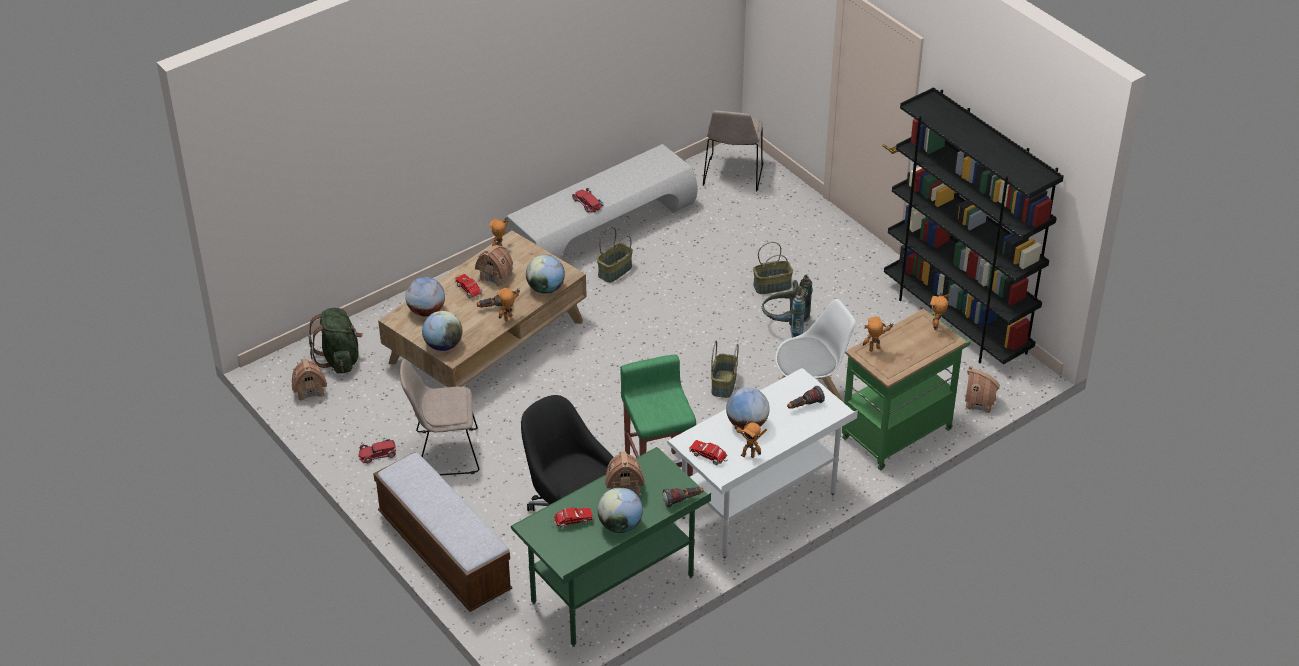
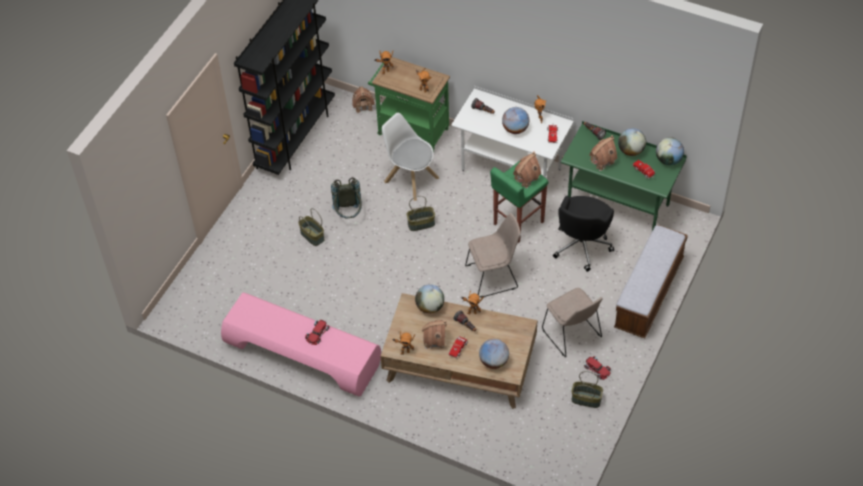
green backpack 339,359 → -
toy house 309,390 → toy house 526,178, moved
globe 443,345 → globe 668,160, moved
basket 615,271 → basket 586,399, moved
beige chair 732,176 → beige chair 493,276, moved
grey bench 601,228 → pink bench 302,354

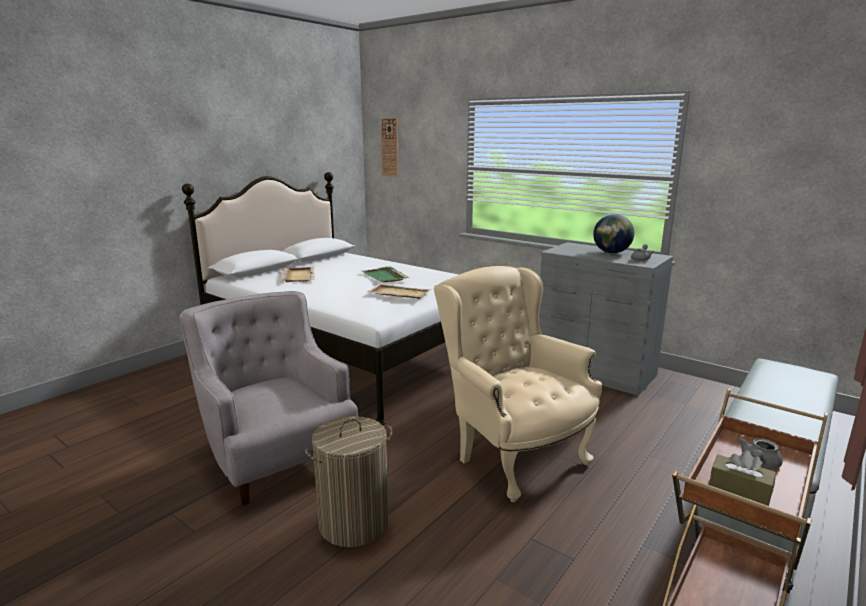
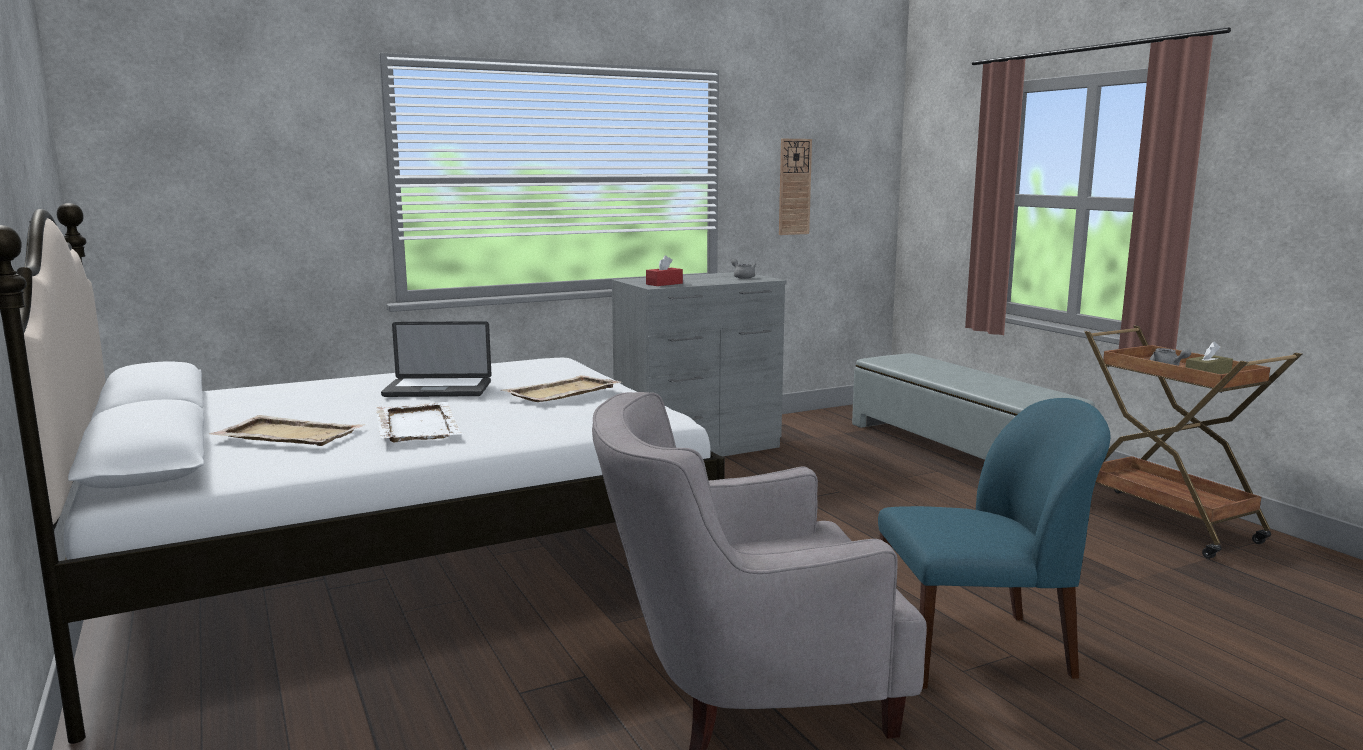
beige armchair 514,456 → -
globe 611,252 → -
- → white tray 417,425
- → red tissue box 664,284
wall clock 390,147 → wall clock 794,187, moved
laundry basket 353,523 → blue chair 977,650
green tray 385,276 → laptop 438,389

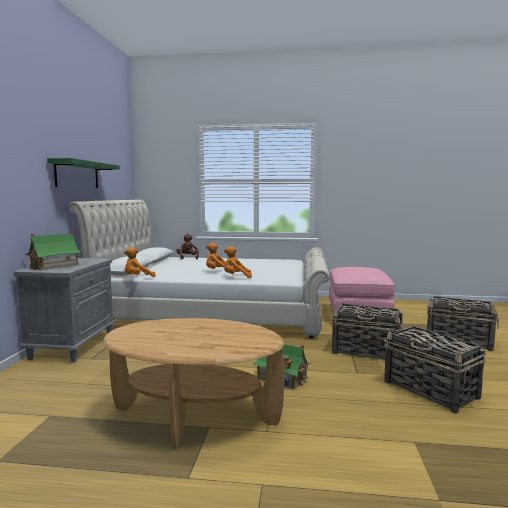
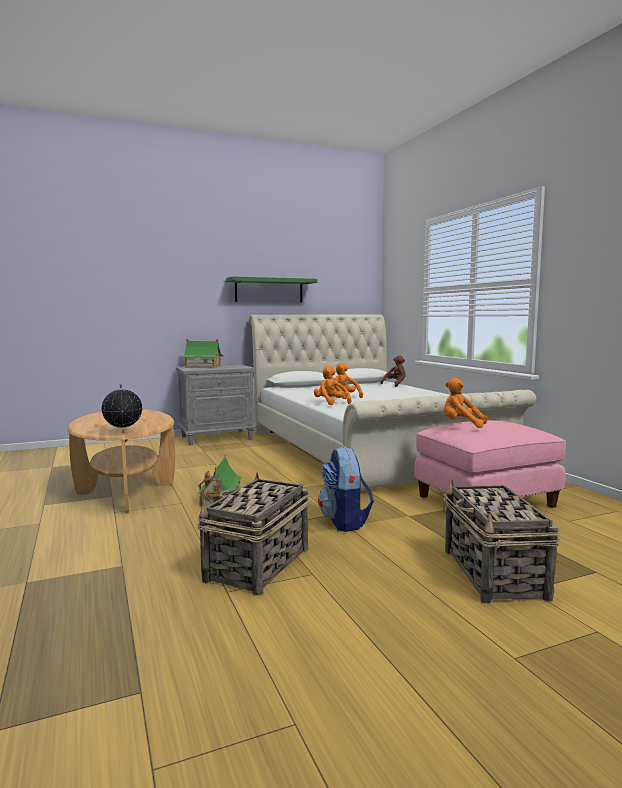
- → globe 123,432
orange plush toy 138,278 → orange plush toy 461,425, moved
basket 367,351 → backpack 345,522

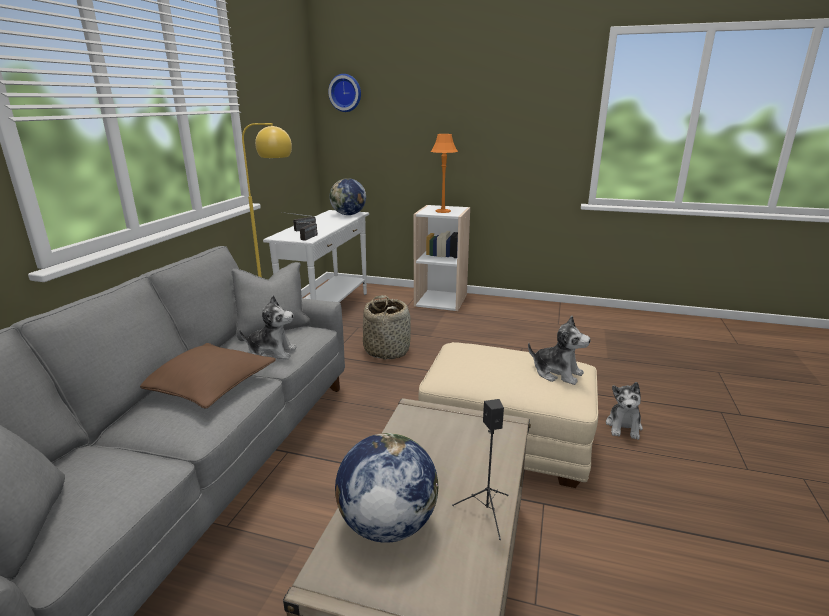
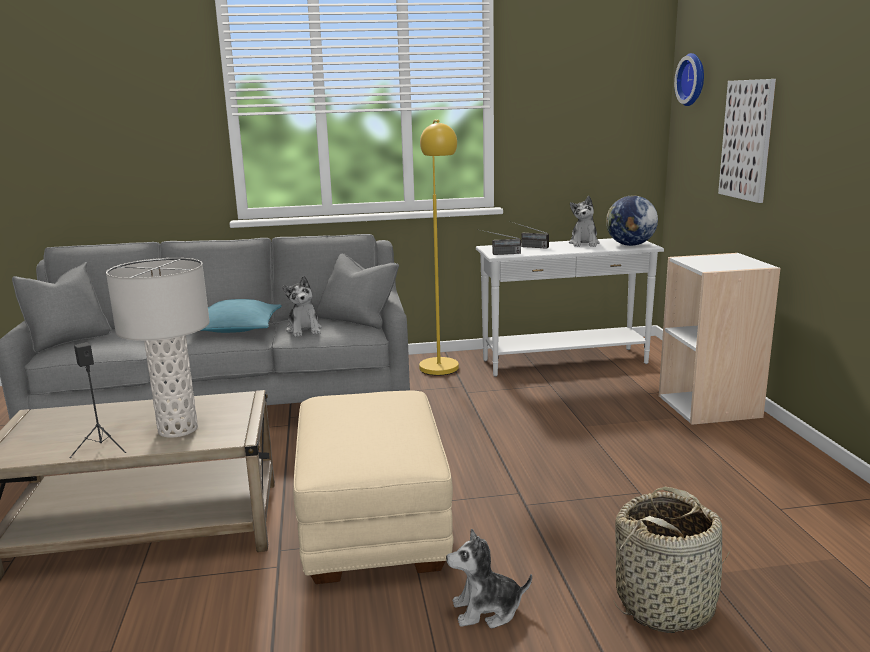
globe 387,524 → -
orange table lamp 443,211 → -
- → white table lamp 178,429
- → picture 747,140
basket 387,350 → basket 666,604, moved
plush toy 557,373 → plush toy 584,243, moved
brown pillow 209,385 → turquoise pillow 235,329

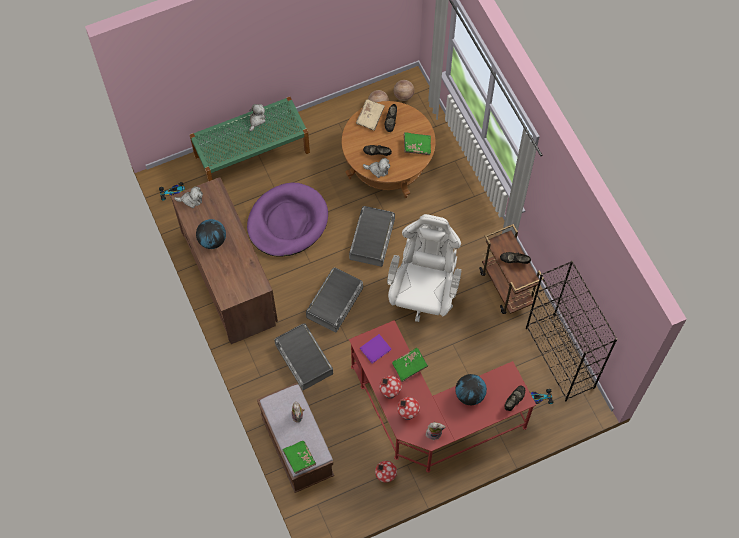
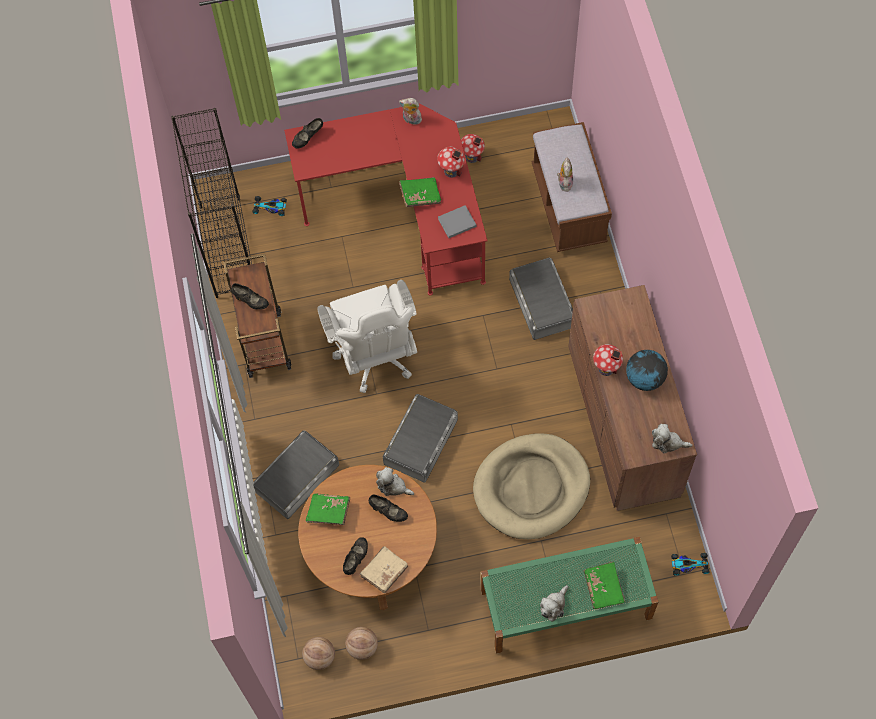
globe 470,395 → -
green book 299,458 → green book 603,587, moved
grey storage box 334,302 → grey storage box 296,477, moved
toy house 408,414 → toy house 606,368, moved
purple dog bed 287,222 → beige dog bed 531,488
purple book 376,348 → grey book 456,223
white office chair 423,296 → white office chair 373,351, 45 degrees counterclockwise

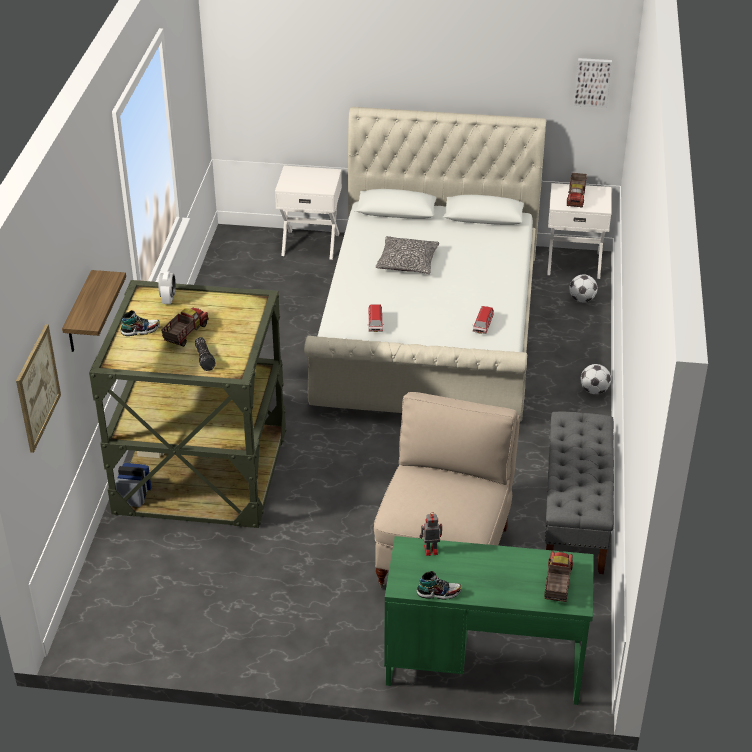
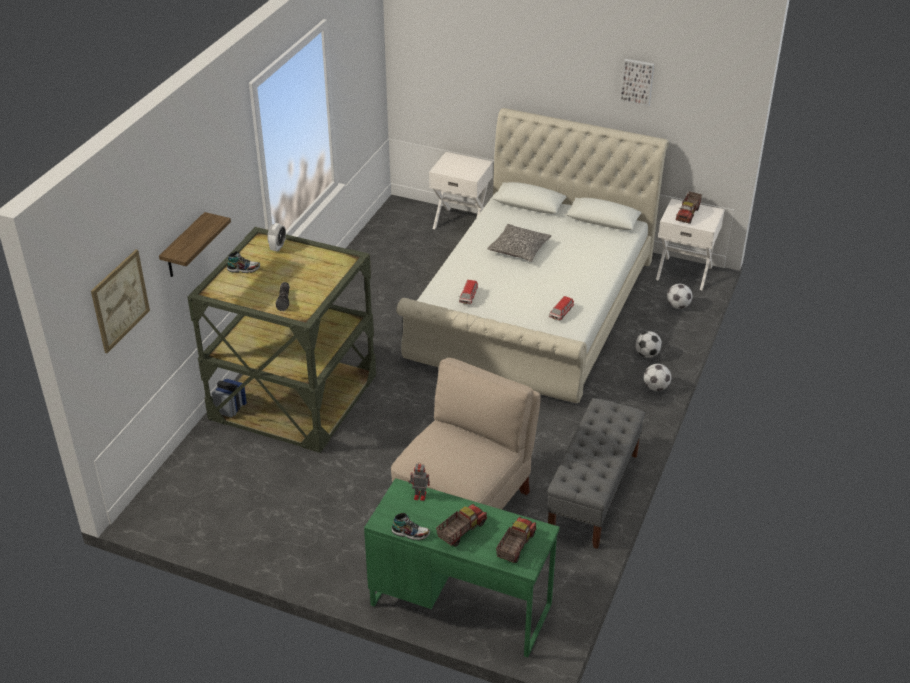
- → football 647,354
toy truck 185,334 → toy truck 461,531, moved
picture 592,81 → picture 637,81, moved

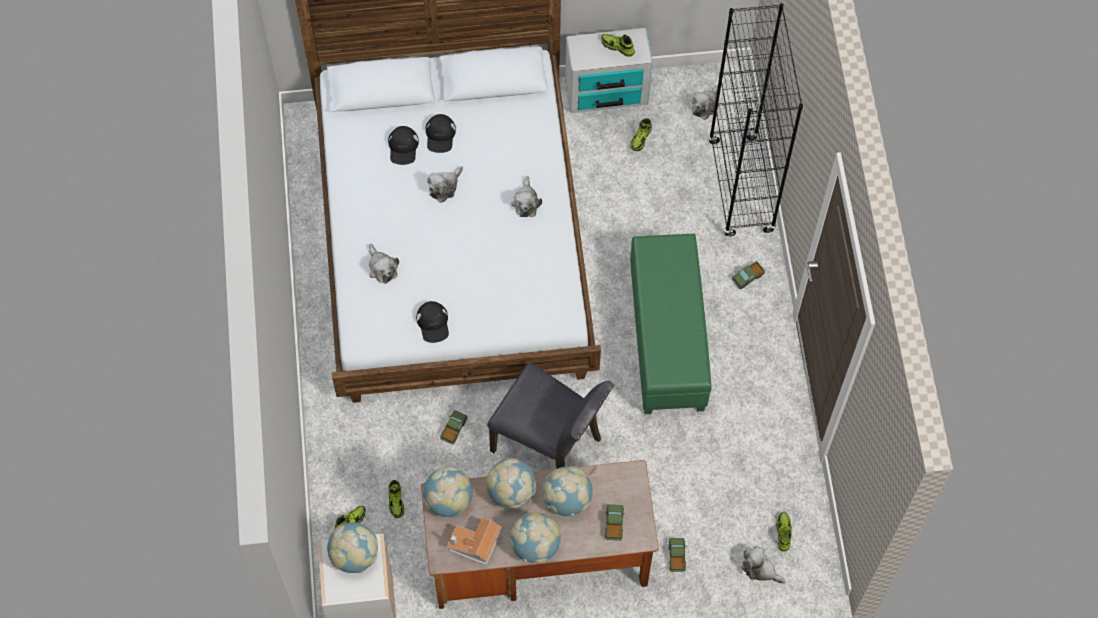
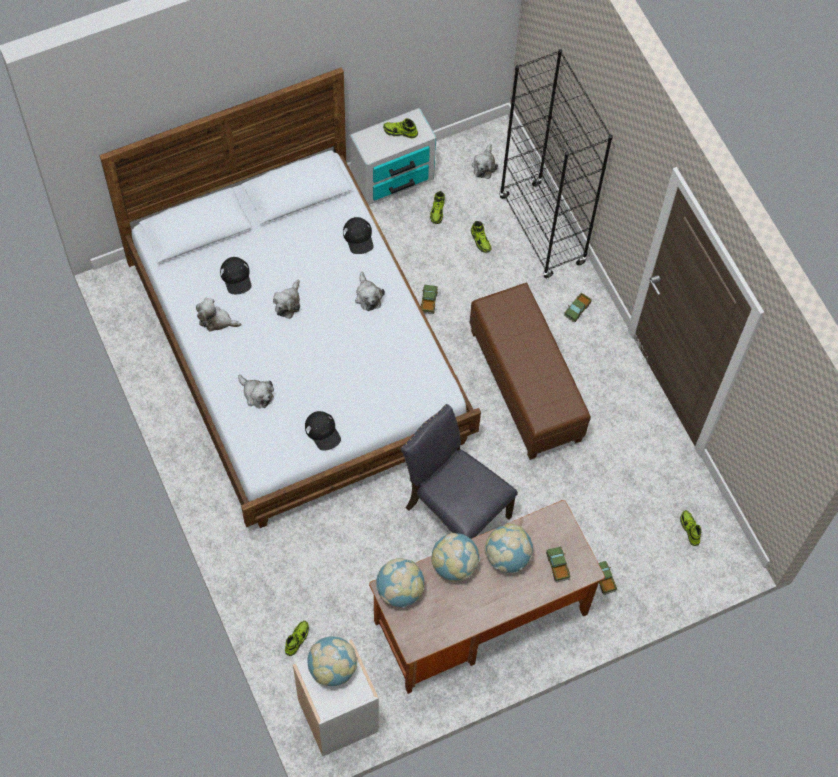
toy house 474,546 → -
globe 535,546 → -
shoe 396,501 → shoe 480,240, moved
black cap 440,135 → black cap 358,237, moved
toy truck 454,429 → toy truck 428,301, moved
plush toy 760,569 → plush toy 216,320, moved
green ottoman 666,338 → brown ottoman 524,385
grey chair 549,444 → grey chair 454,512, 150 degrees counterclockwise

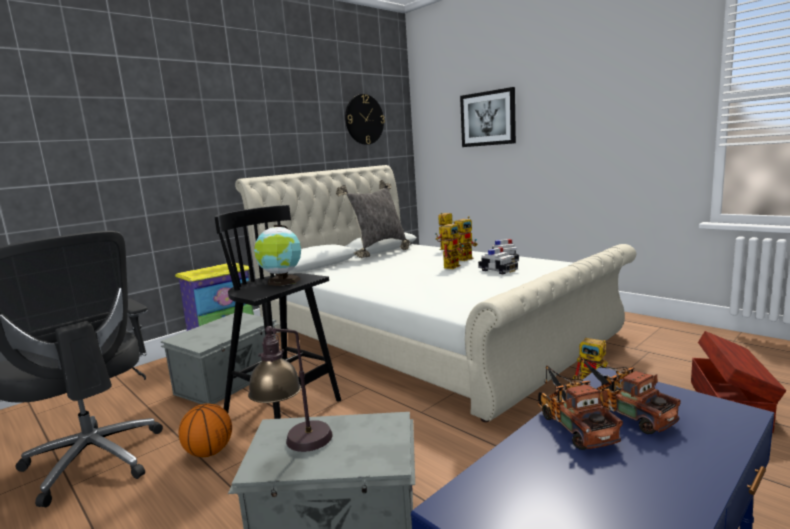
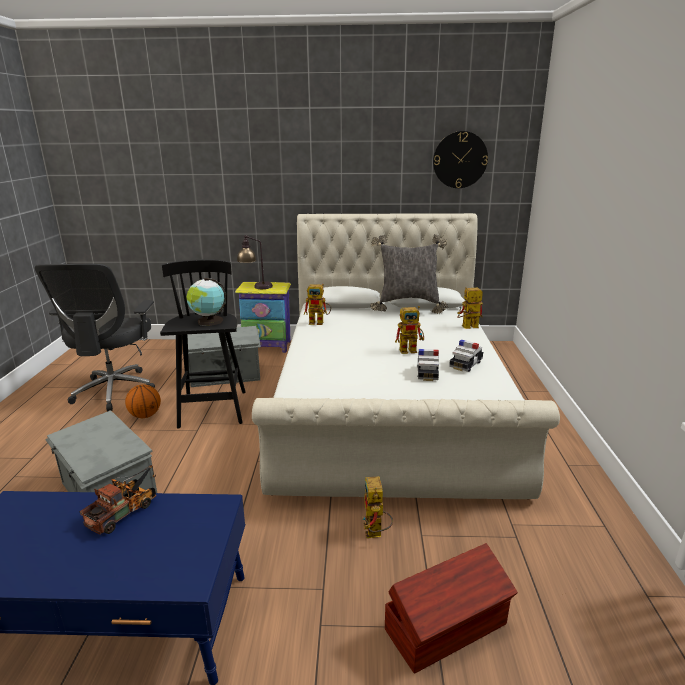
picture 488,118 → -
toy truck 621,412 → -
table lamp 297,448 → table lamp 256,287, moved
toy robot 466,258 → toy robot 320,322, moved

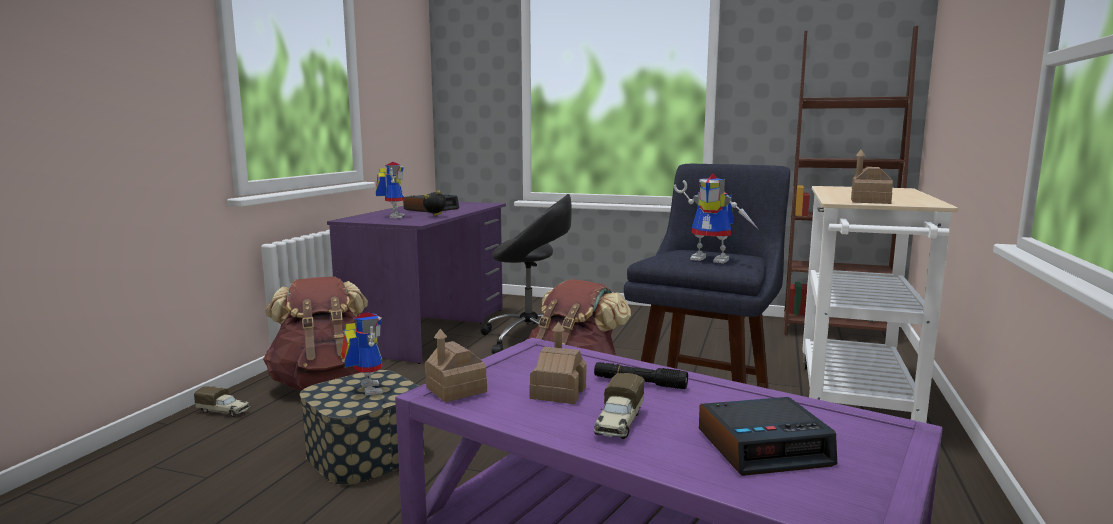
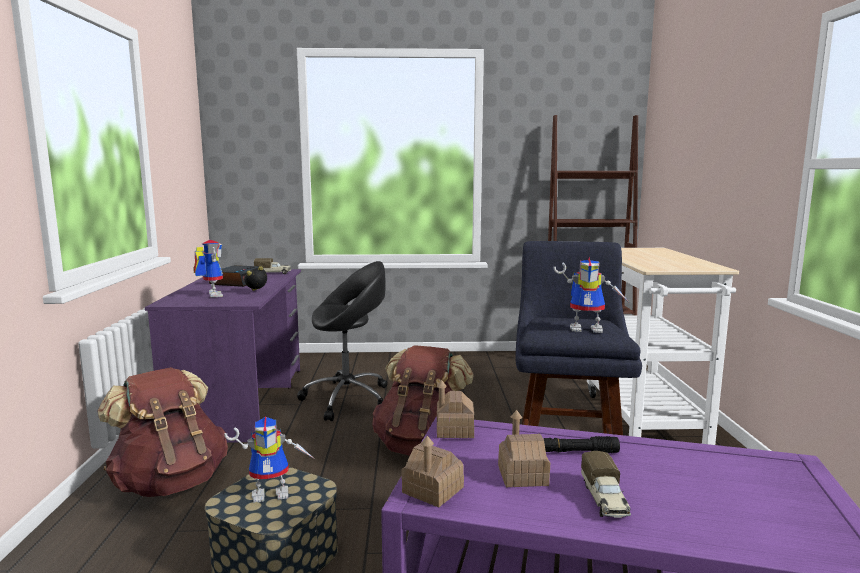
alarm clock 764,447 → -
toy truck 224,411 → toy truck 273,273, moved
toy house 870,201 → toy house 455,430, moved
toy robot 365,389 → toy robot 273,492, 120 degrees clockwise

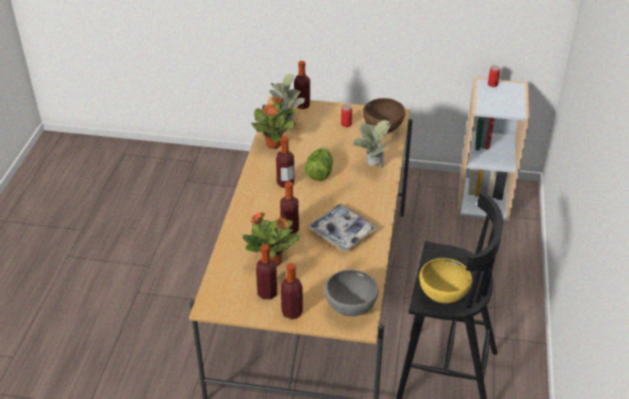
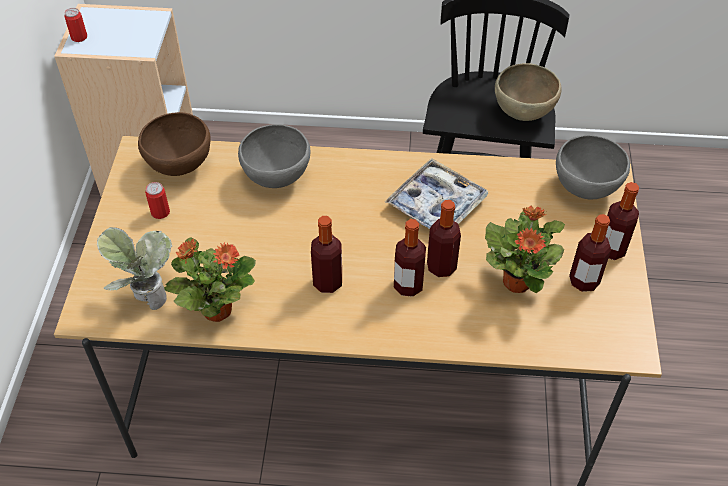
lettuce 319,171 → -
bottle 302,105 → bottle 408,286, moved
potted plant 371,166 → grey bowl 277,178
yellow bowl 442,297 → brown bowl 523,113

